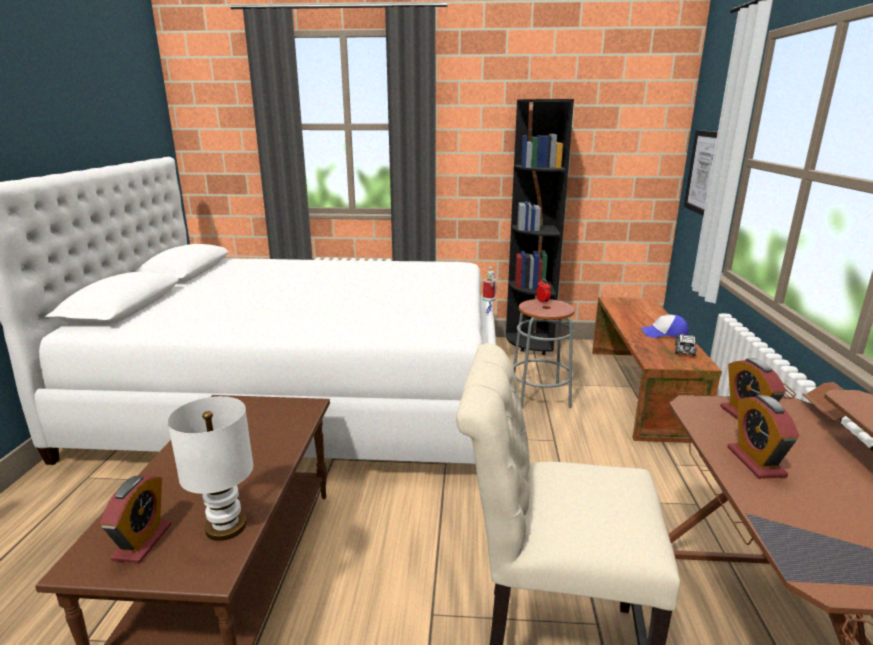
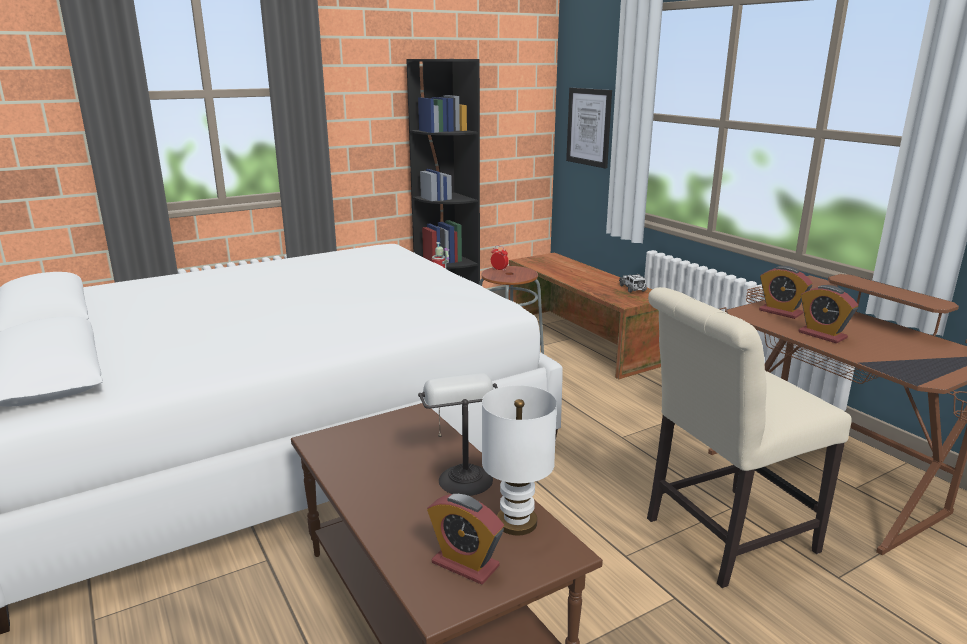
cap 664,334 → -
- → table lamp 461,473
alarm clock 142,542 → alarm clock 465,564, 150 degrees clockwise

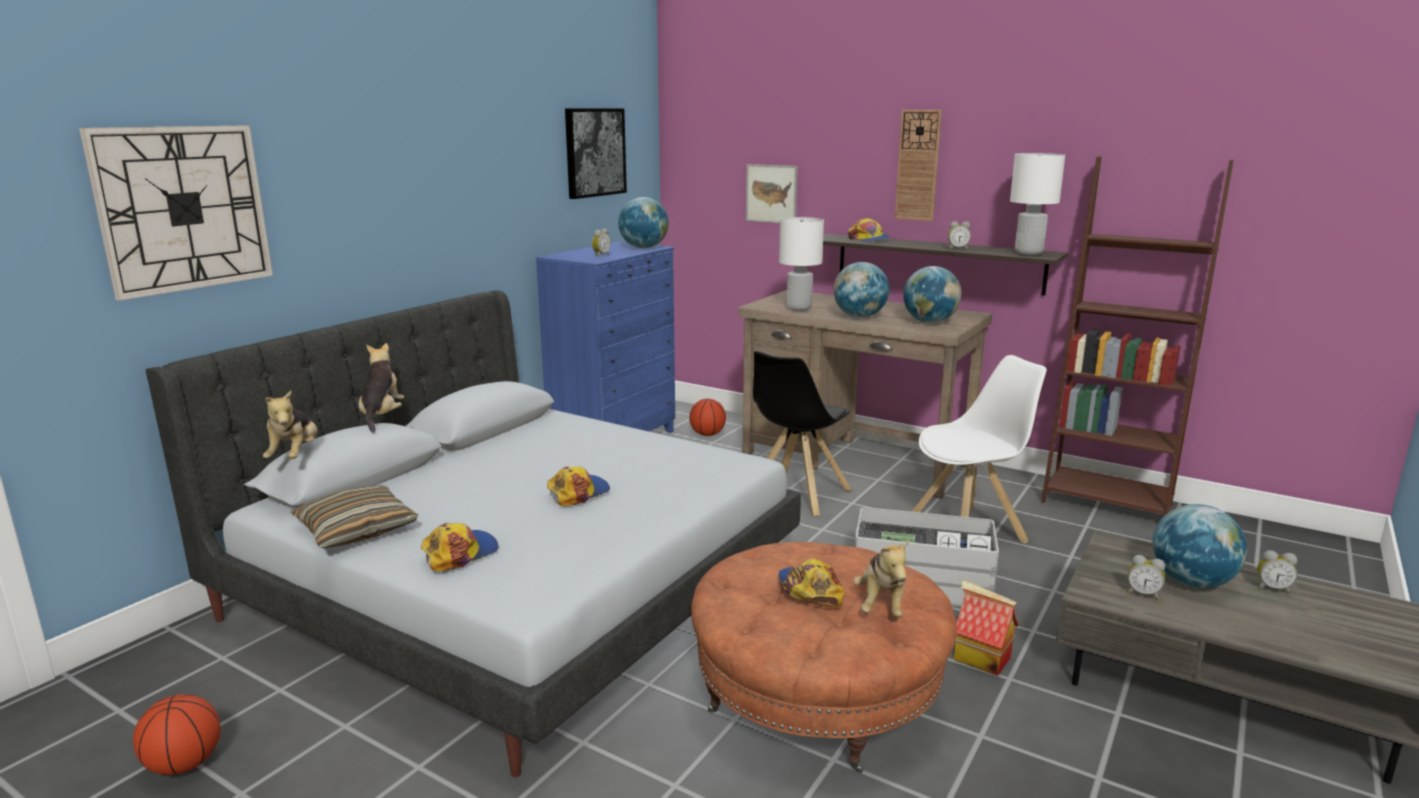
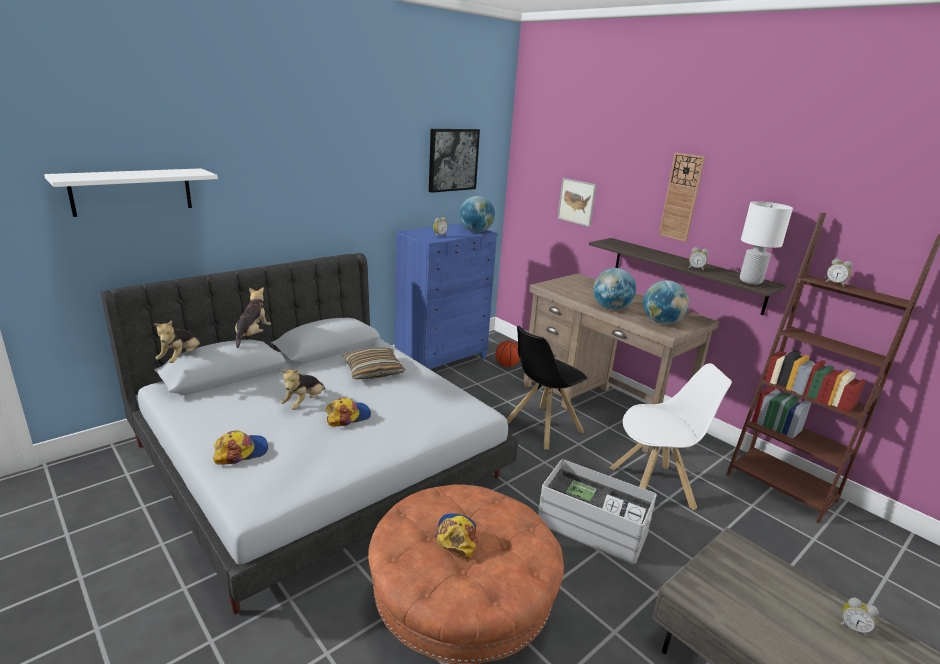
basketball 184,765 → -
white table lamp 799,309 → -
cap 868,239 → -
toy house 980,658 → -
globe 1191,582 → -
pillow 356,530 → pillow 373,371, moved
plush toy 882,604 → plush toy 304,403, moved
alarm clock 1143,594 → alarm clock 835,284, moved
wall clock 183,208 → white shelf 132,191

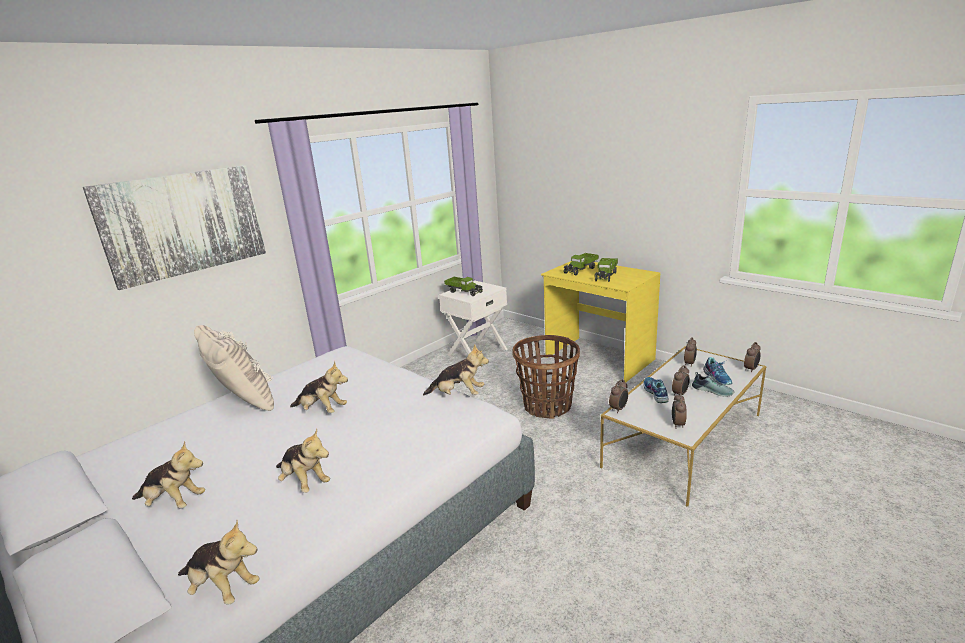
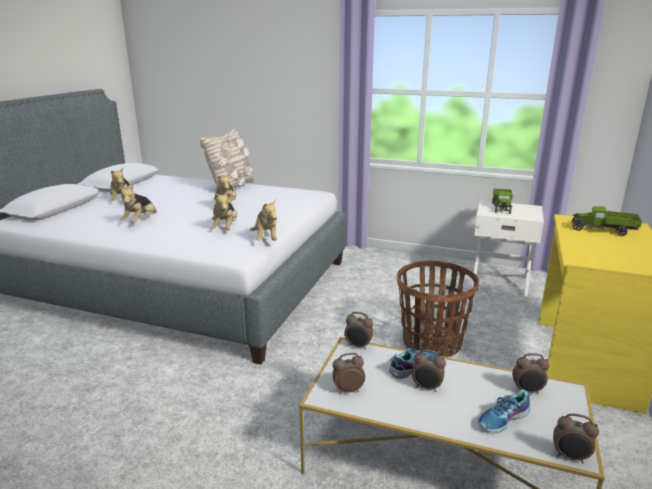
picture 184,223 → -
toy truck 606,275 → -
shoe 712,390 → -
plush toy 222,588 → plush toy 225,228, moved

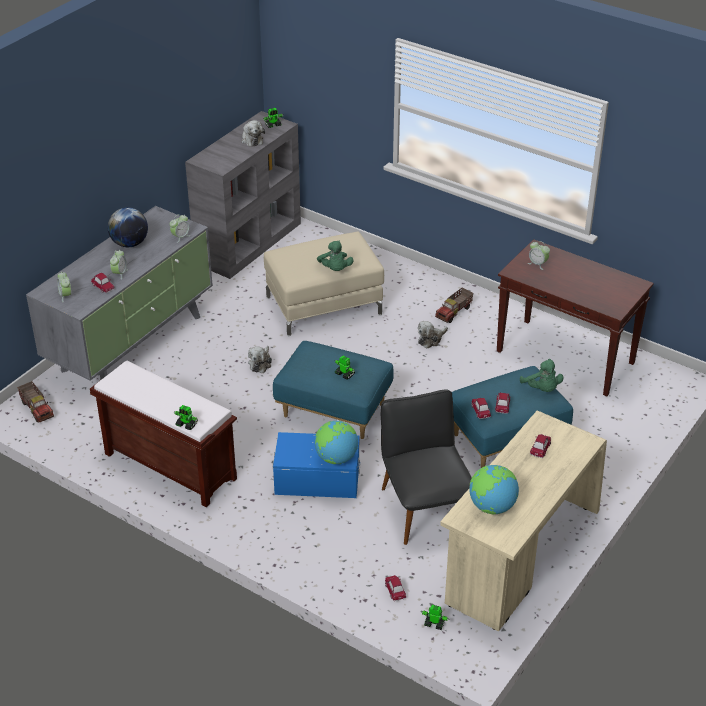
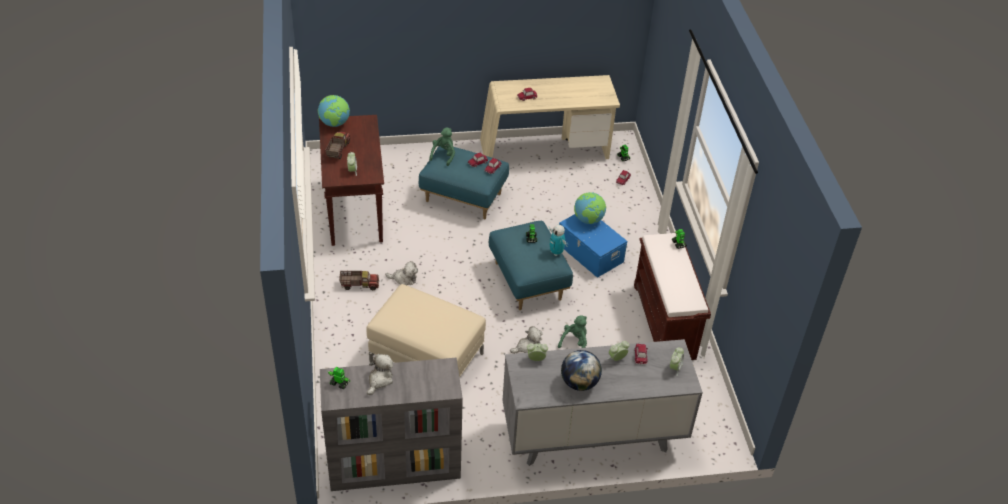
black chair 425,509 → -
- → toy robot 556,252
toy truck 37,409 → toy truck 338,150, moved
green plush toy 335,269 → green plush toy 574,343, moved
globe 491,507 → globe 335,123, moved

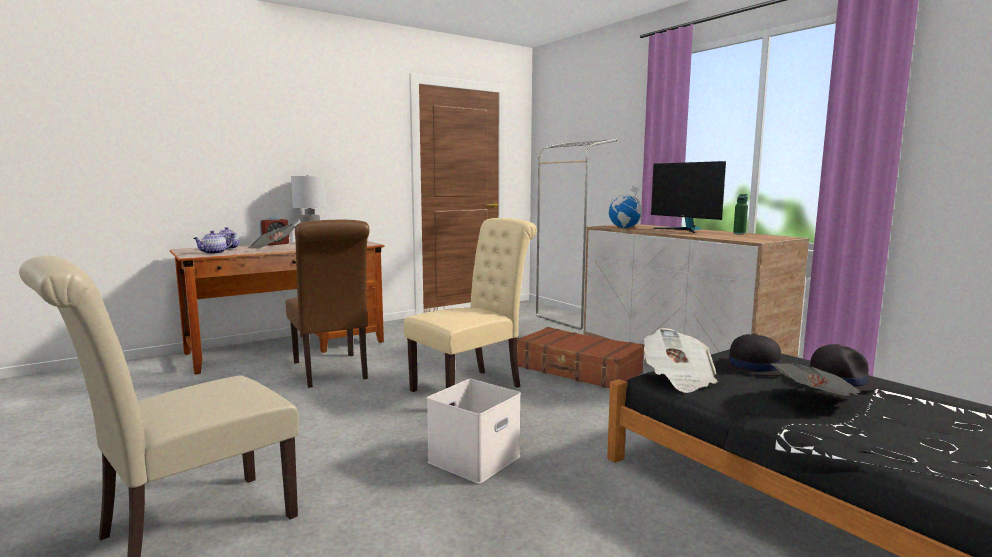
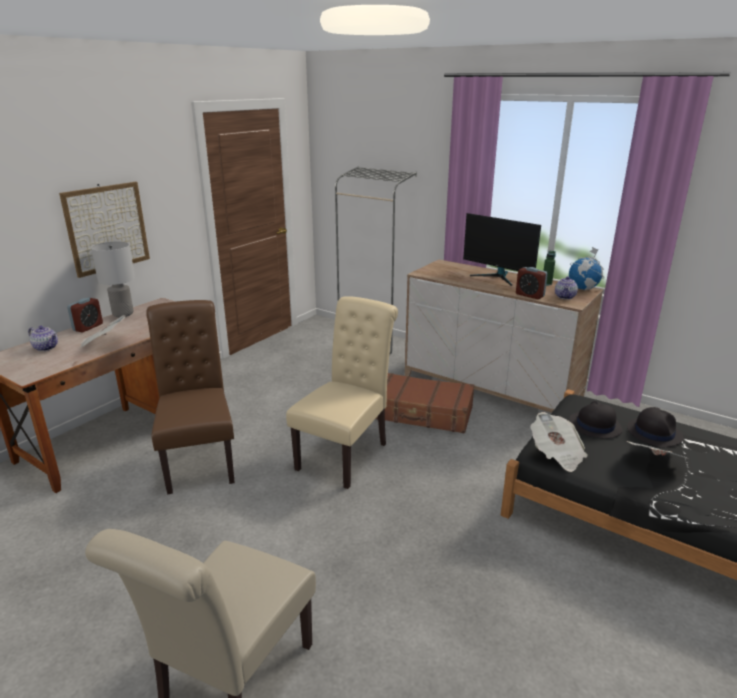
white storage box 474,460 → -
- → picture 106,226
- → alarm clock 529,295
teapot 214,253 → teapot 565,297, moved
globe 625,228 → globe 583,288, moved
brown chair 331,372 → brown chair 200,459, 150 degrees counterclockwise

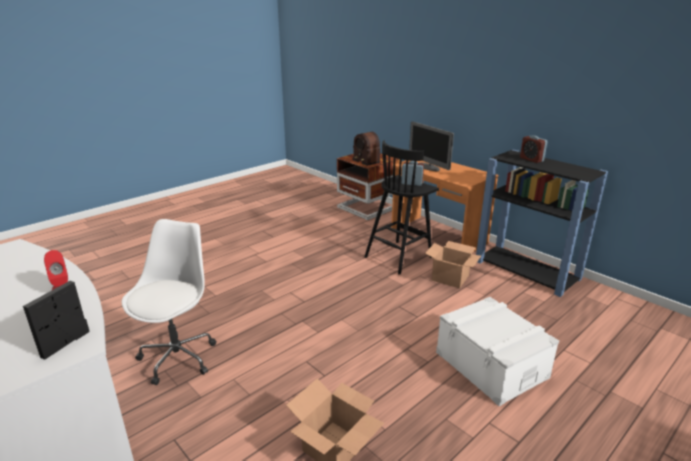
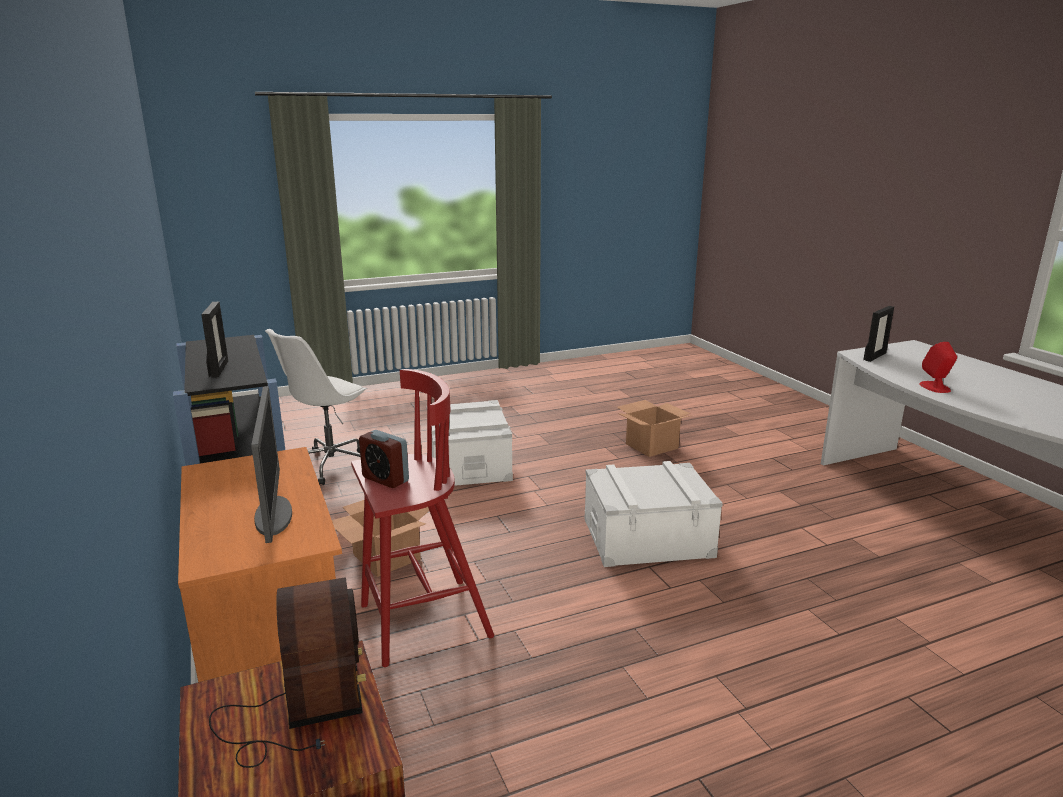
- → white storage box 647,537
white office chair 179,357 → white office chair 329,467, moved
alarm clock 531,159 → picture frame 218,369
black stool 399,256 → red stool 420,622

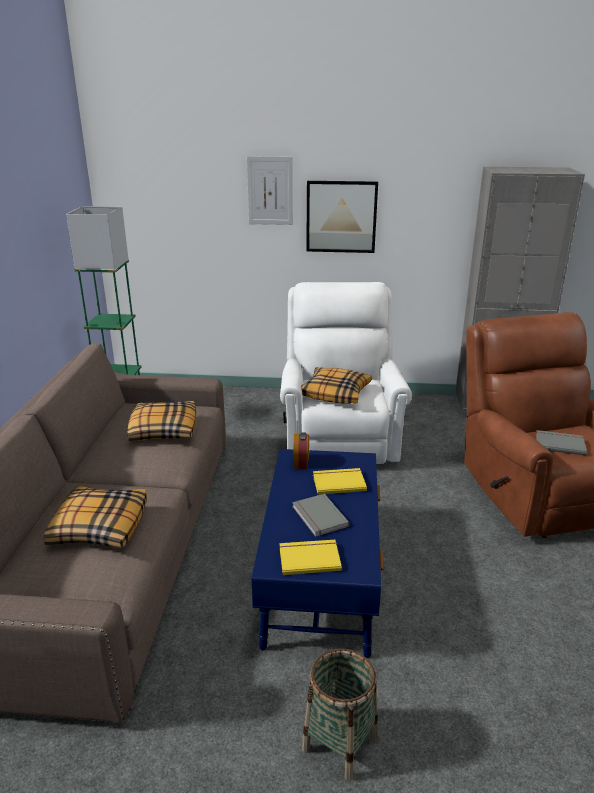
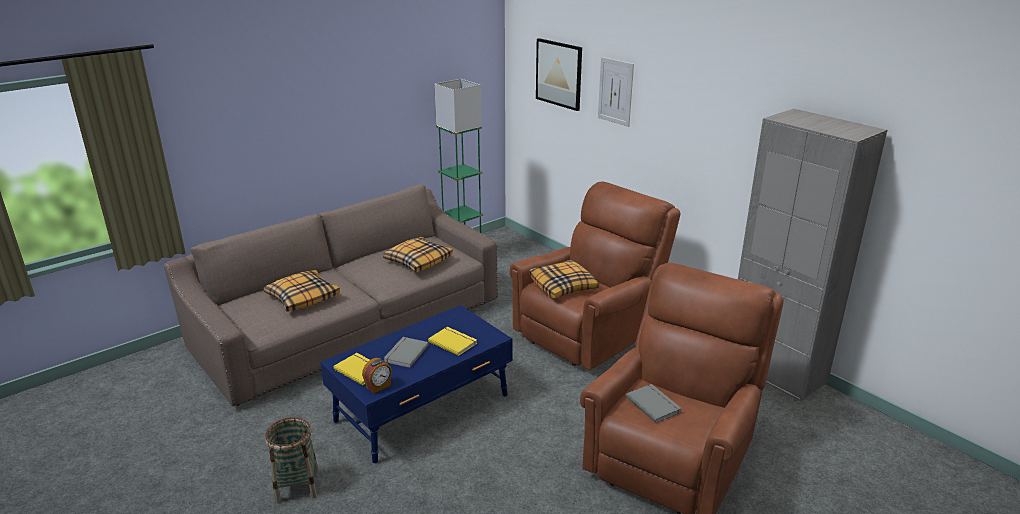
alarm clock 301,463 → alarm clock 378,387, moved
picture 341,217 → picture 559,74, moved
white armchair 339,436 → brown armchair 590,332

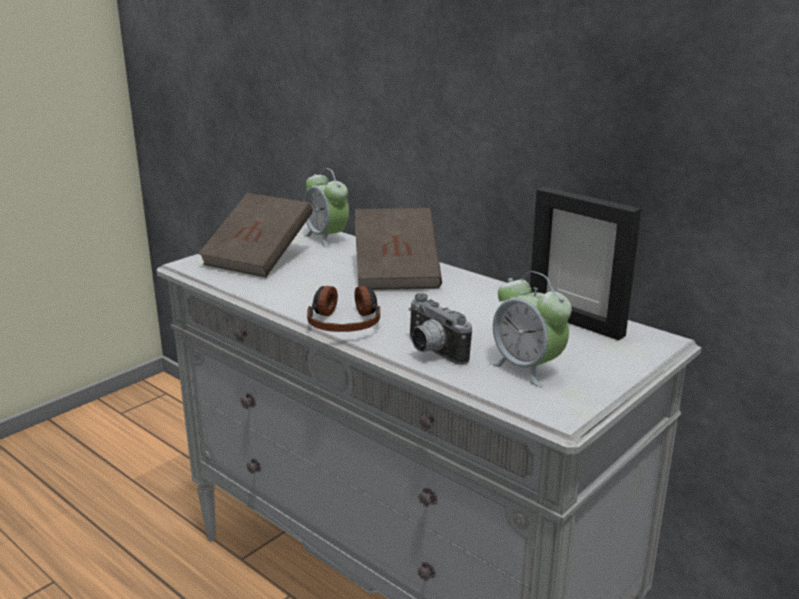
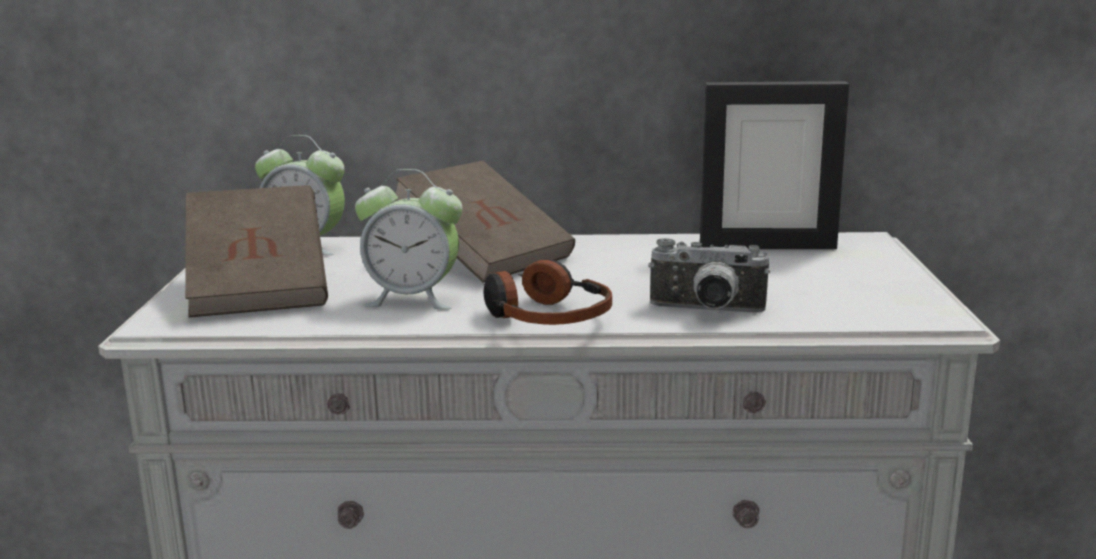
alarm clock 527,368 → alarm clock 413,299, moved

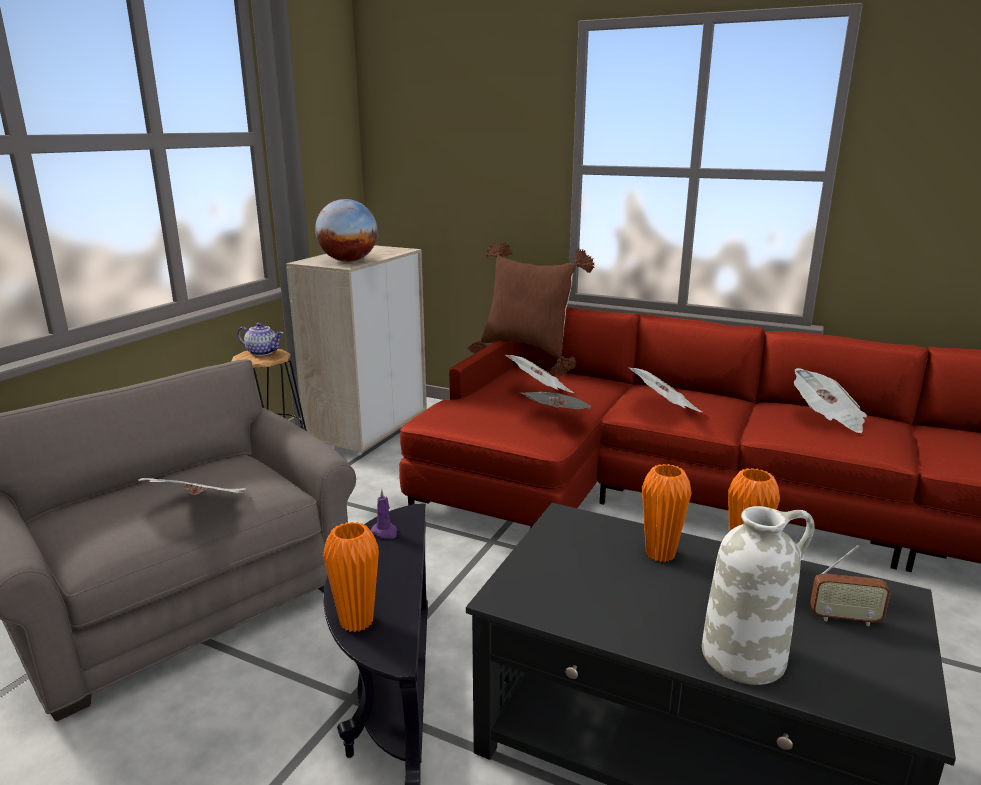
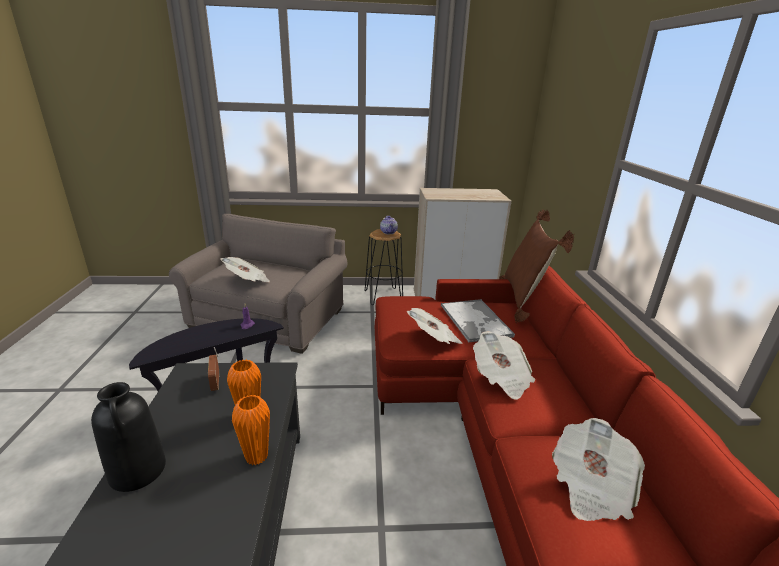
globe 348,261 → -
orange vase 356,621 → -
radio 844,618 → radio 216,383, moved
newspaper 539,391 → tray 475,321
white vase 744,656 → black vase 138,471

